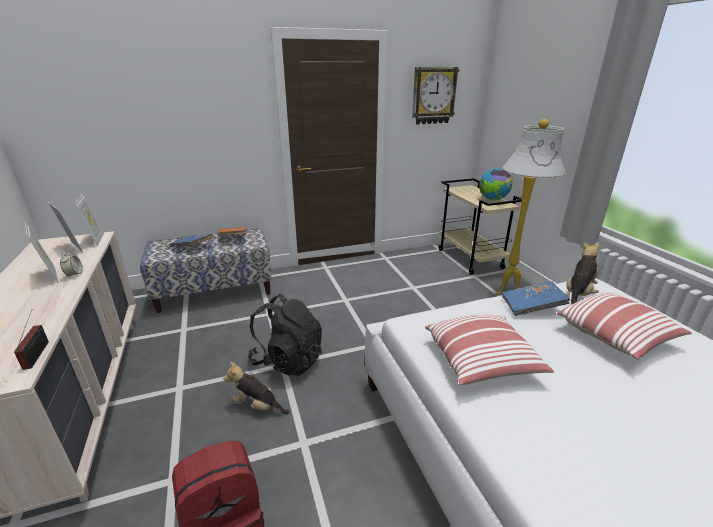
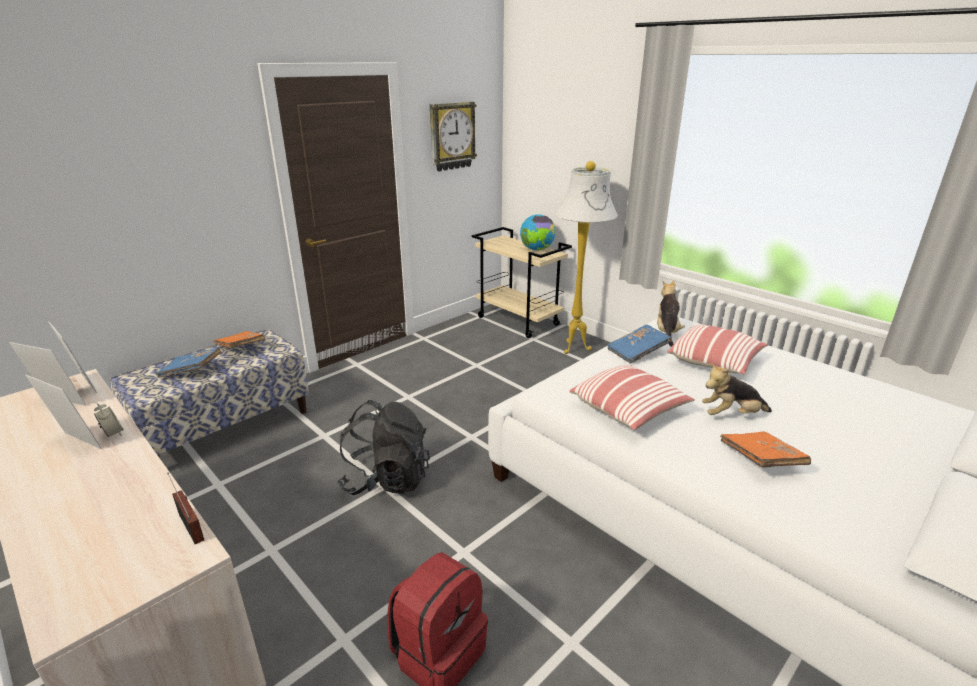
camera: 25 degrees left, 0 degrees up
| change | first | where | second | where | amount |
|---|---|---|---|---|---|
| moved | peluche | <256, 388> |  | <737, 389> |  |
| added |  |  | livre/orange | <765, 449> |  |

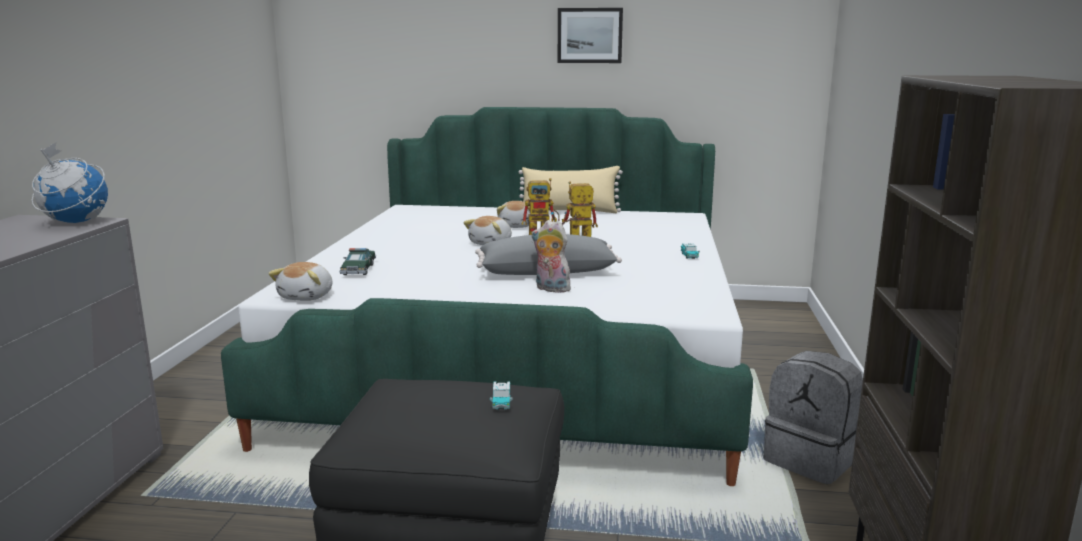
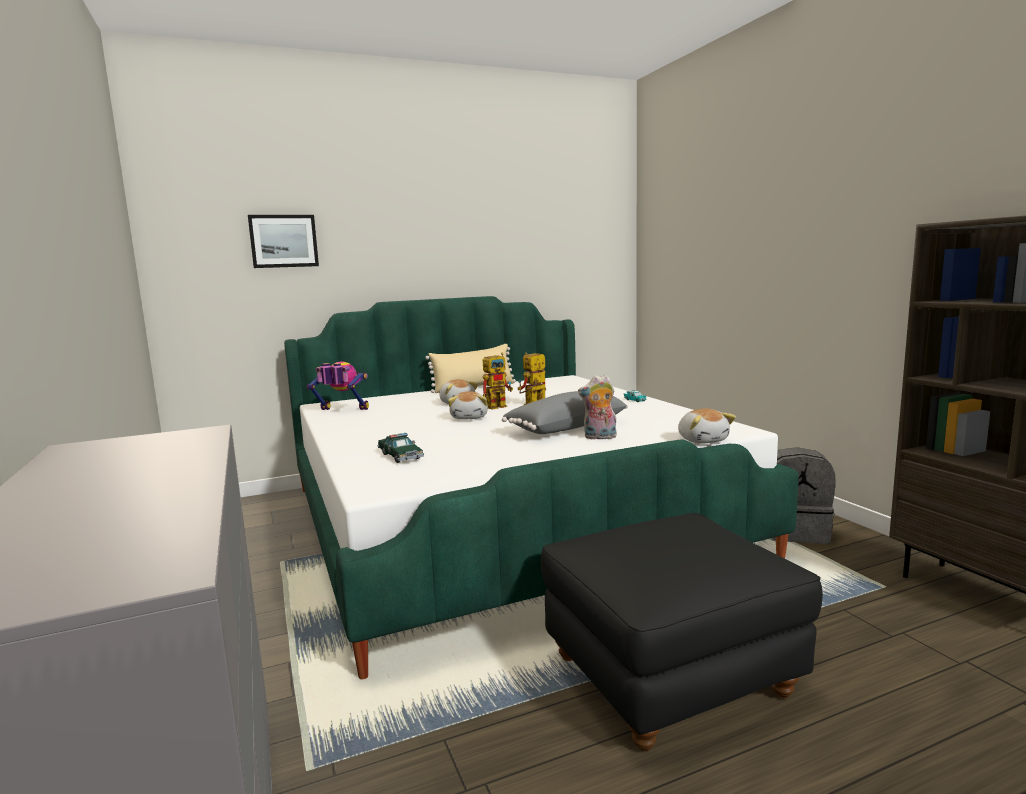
camera: 30 degrees left, 5 degrees down
| change | first | where | second | where | amount |
|---|---|---|---|---|---|
| moved | tableau | <590, 35> |  | <283, 241> |  |
| removed | globe | <70, 183> |  |  |  |
| moved | peluche | <300, 281> |  | <707, 426> |  |
| removed | petite voiture | <501, 395> |  |  |  |
| added |  |  | robot jouet | <338, 386> |  |

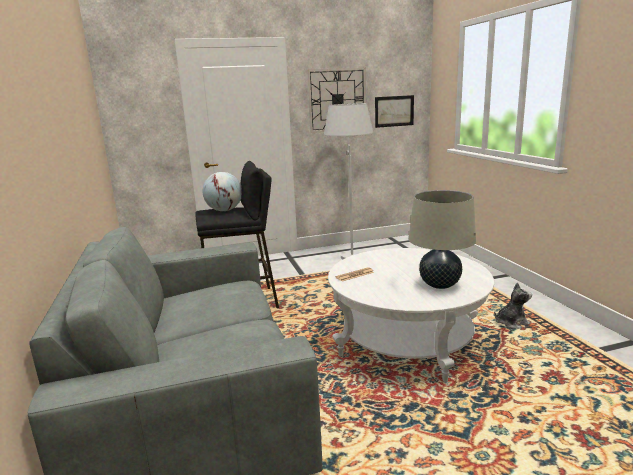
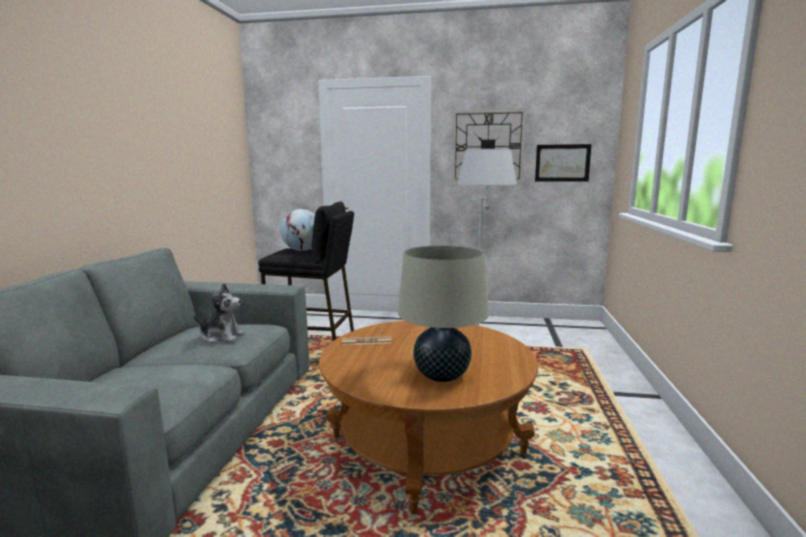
camera: 25 degrees right, 5 degrees down
| change | first | where | second | where | amount |
|---|---|---|---|---|---|
| recoloured | table basse/blanc | <411, 315> | table basse/marron | <428, 417> |  |
| moved | peluche | <513, 306> |  | <219, 313> |  |

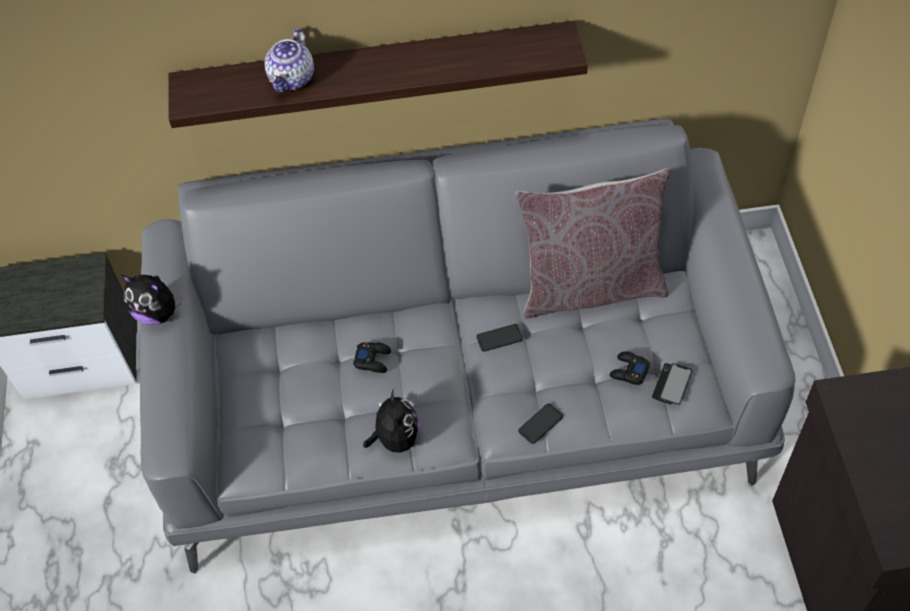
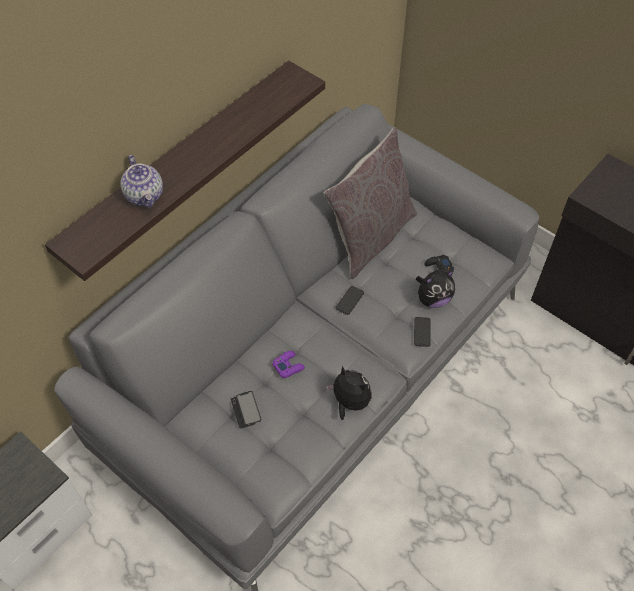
camera: 45 degrees left, 0 degrees up
| change | first | where | second | where | amount |
|---|---|---|---|---|---|
| moved | peluche | <153, 300> |  | <435, 289> |  |
| recoloured | manette/noir | <372, 357> | manette/violet | <288, 364> |  |
| moved | téléphone | <672, 384> |  | <246, 409> |  |

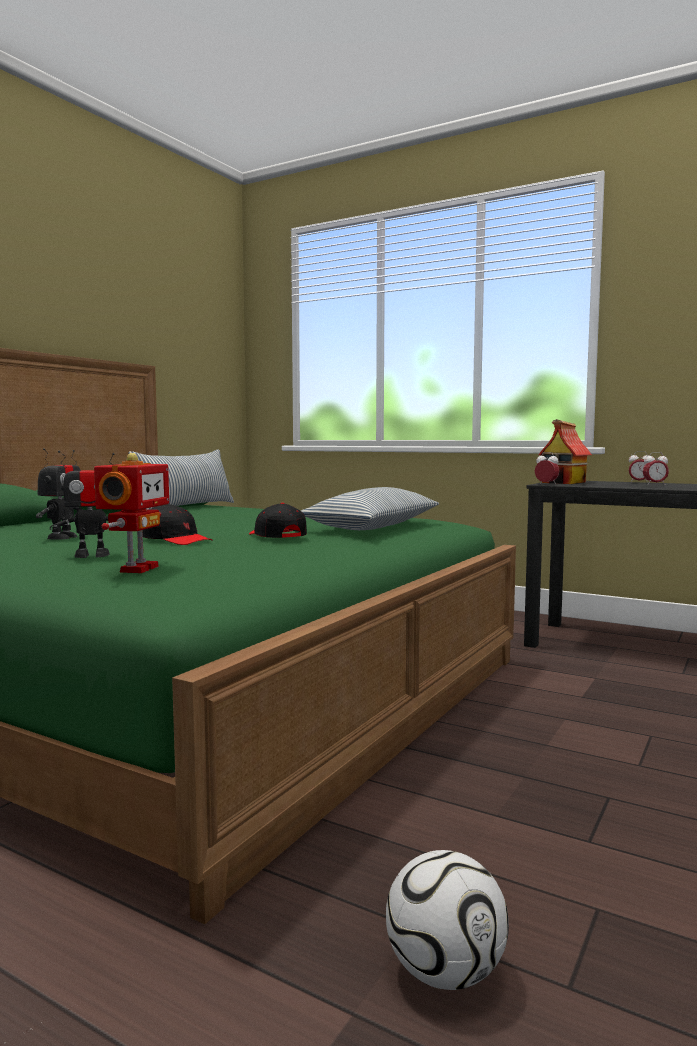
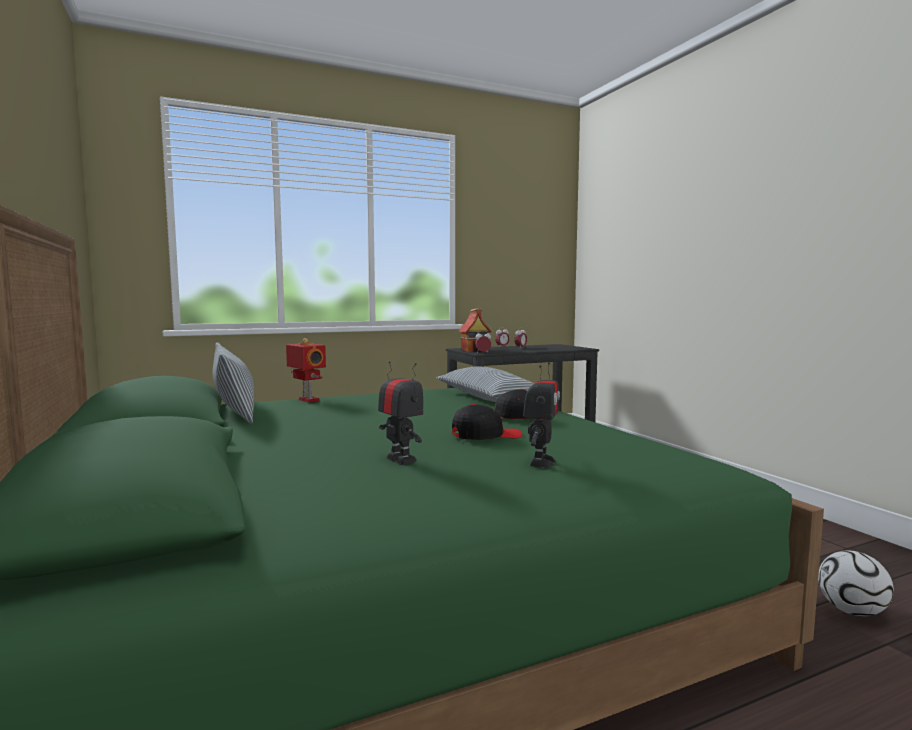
camera: 55 degrees left, 0 degrees up
| change | first | where | second | where | amount |
|---|---|---|---|---|---|
| moved | robot jouet | <131, 513> |  | <306, 370> |  |

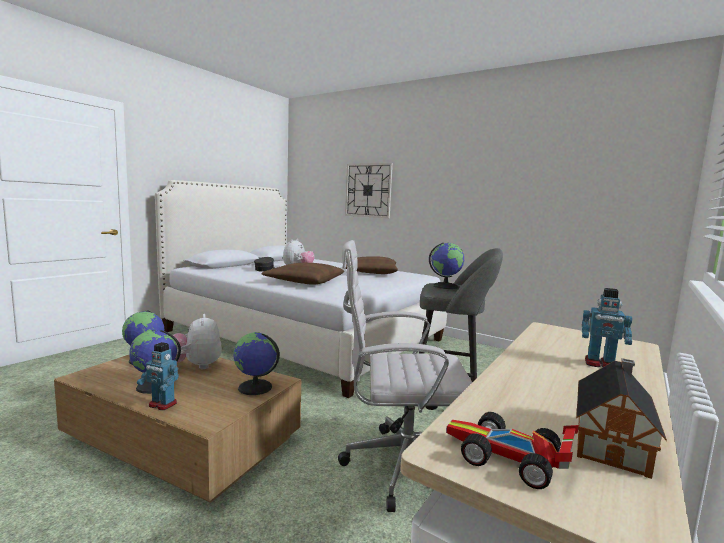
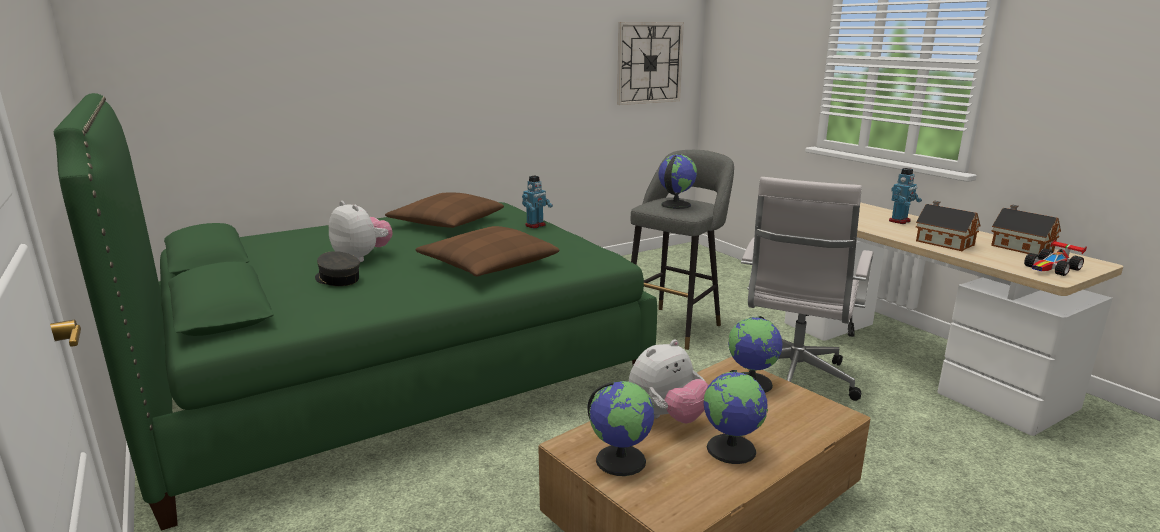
camera: 65 degrees left, 10 degrees up
| change | first | where | second | where | amount |
|---|---|---|---|---|---|
| moved | horloge murale | <369, 190> |  | <650, 63> |  |
| recoloured | lit/blanc | <301, 289> | lit/vert | <355, 312> |  |
| turned | peluche | <197, 341> |  | <669, 381> | 45 degrees counterclockwise |
| moved | robot jouet | <158, 376> |  | <537, 202> |  |
| added |  |  | maison miniature | <948, 226> |  |

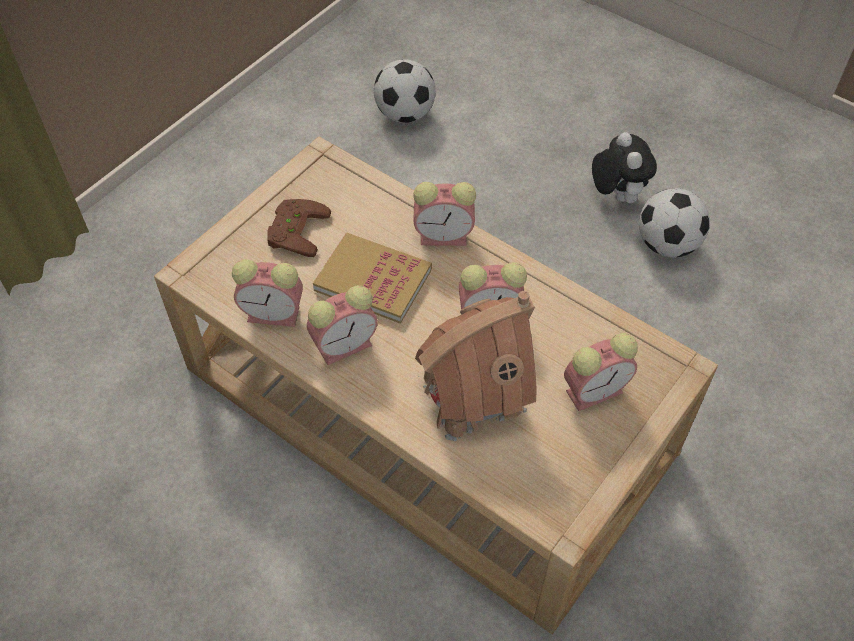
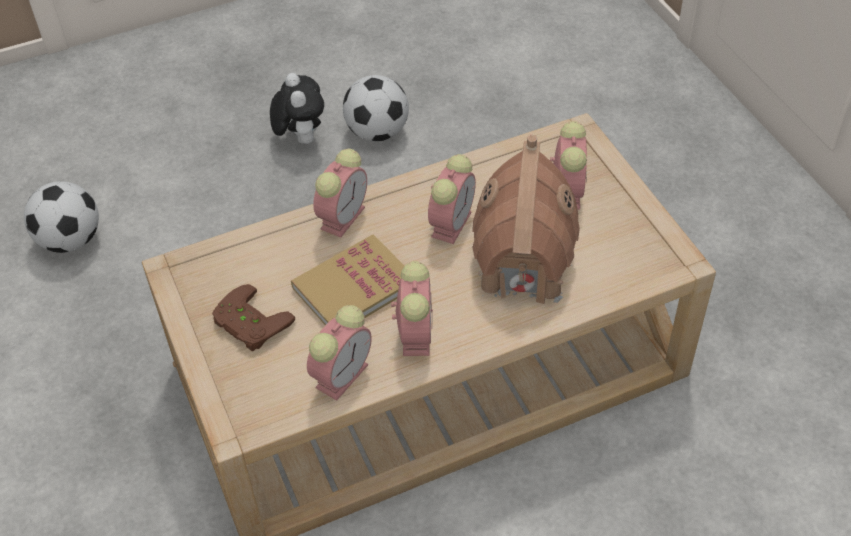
camera: 60 degrees left, 5 degrees down
| change | first | where | second | where | amount |
|---|---|---|---|---|---|
| turned | peluche | <624, 167> |  | <297, 108> | 60 degrees clockwise |

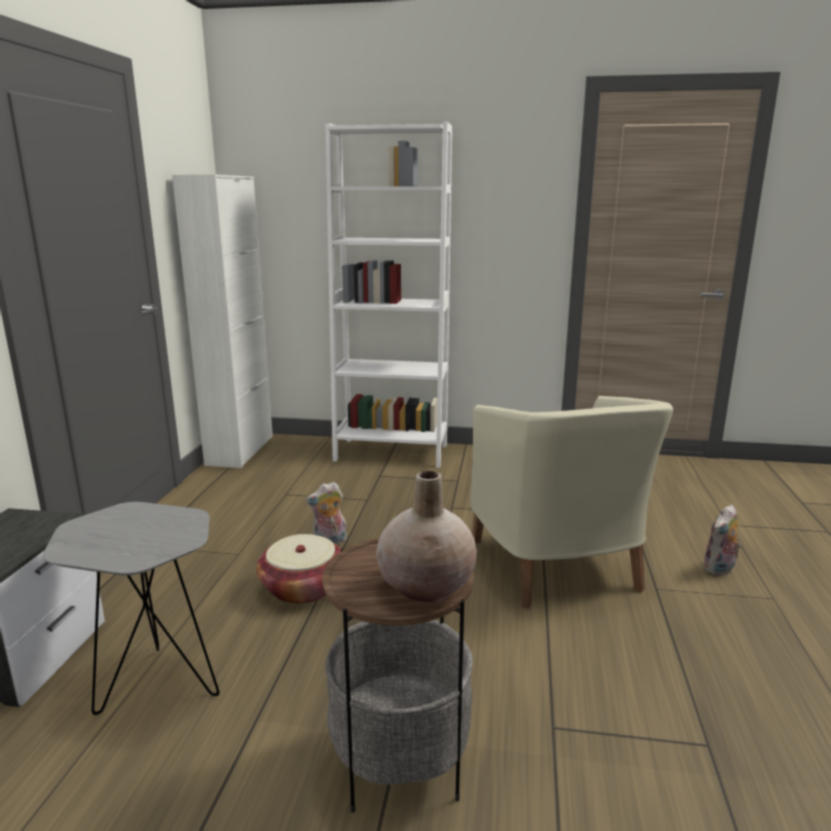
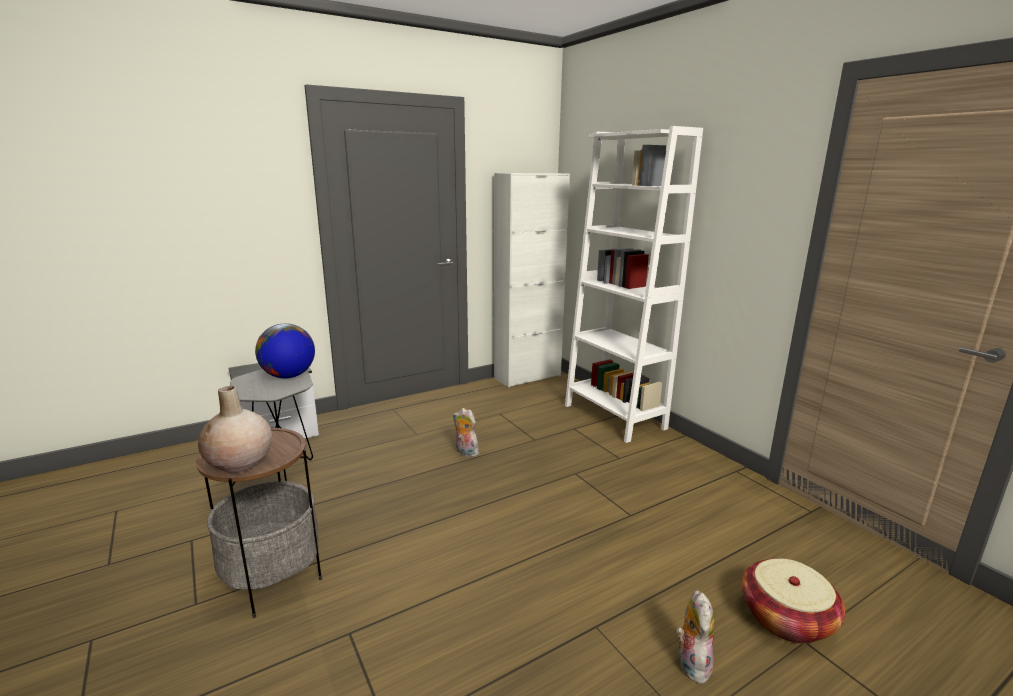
camera: 50 degrees right, 0 degrees up
| change | first | where | second | where | amount |
|---|---|---|---|---|---|
| removed | fauteuil/beige | <571, 502> |  |  |  |
| turned | peluche | <722, 540> |  | <695, 637> | 90 degrees clockwise |
| moved | panier | <299, 569> |  | <793, 601> |  |
| added |  |  | globe | <285, 351> |  |

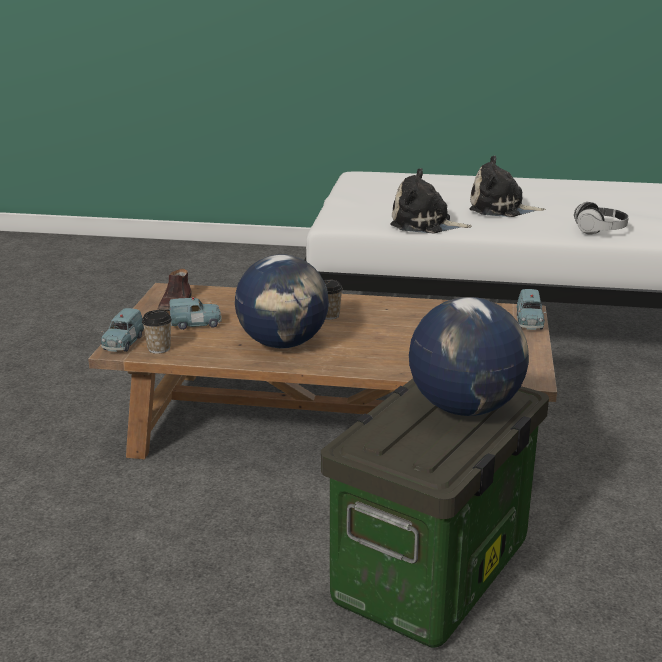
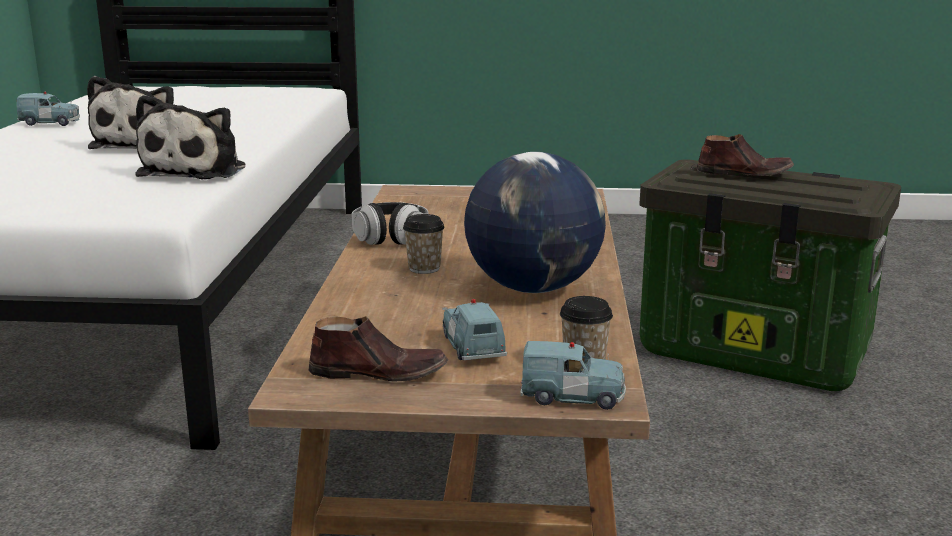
camera: 95 degrees left, 5 degrees down
| change | first | where | second | where | amount |
|---|---|---|---|---|---|
| moved | casque audio | <601, 218> |  | <390, 223> |  |
| moved | petite voiture/bleu | <531, 309> |  | <48, 109> |  |
| replaced | globe | <469, 356> | chaussure/marron | <745, 155> |  |

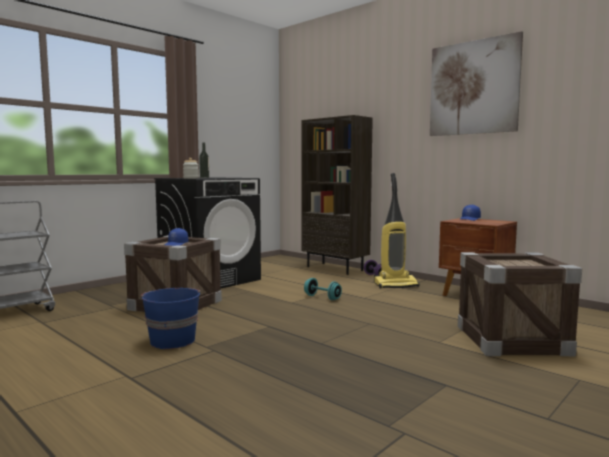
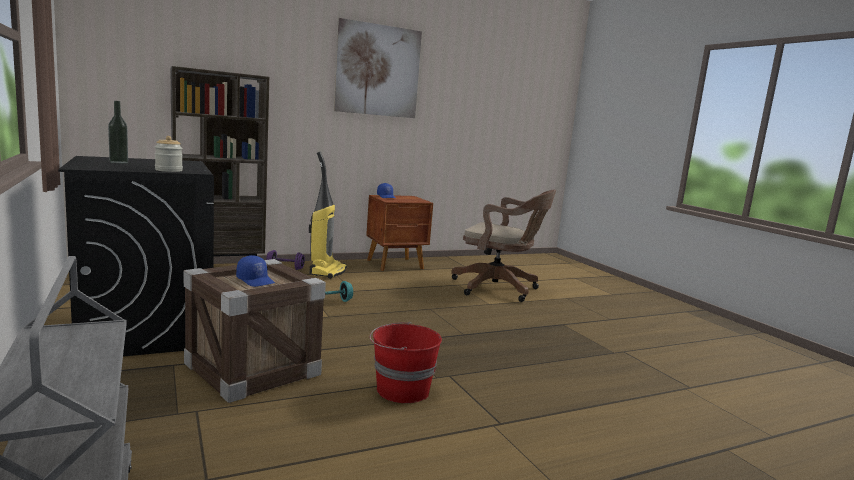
camera: 70 degrees left, 5 degrees up
| change | first | where | second | where | amount |
|---|---|---|---|---|---|
| replaced | caisse | <520, 304> | chaise de bureau/marron | <503, 245> |  |
| recoloured | seau/bleu | <171, 318> | seau/rouge | <406, 362> |  |

